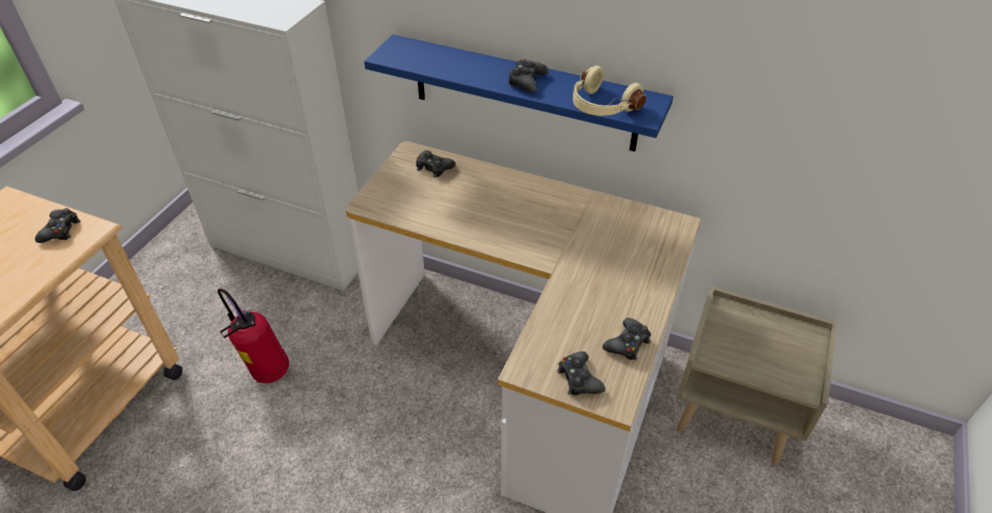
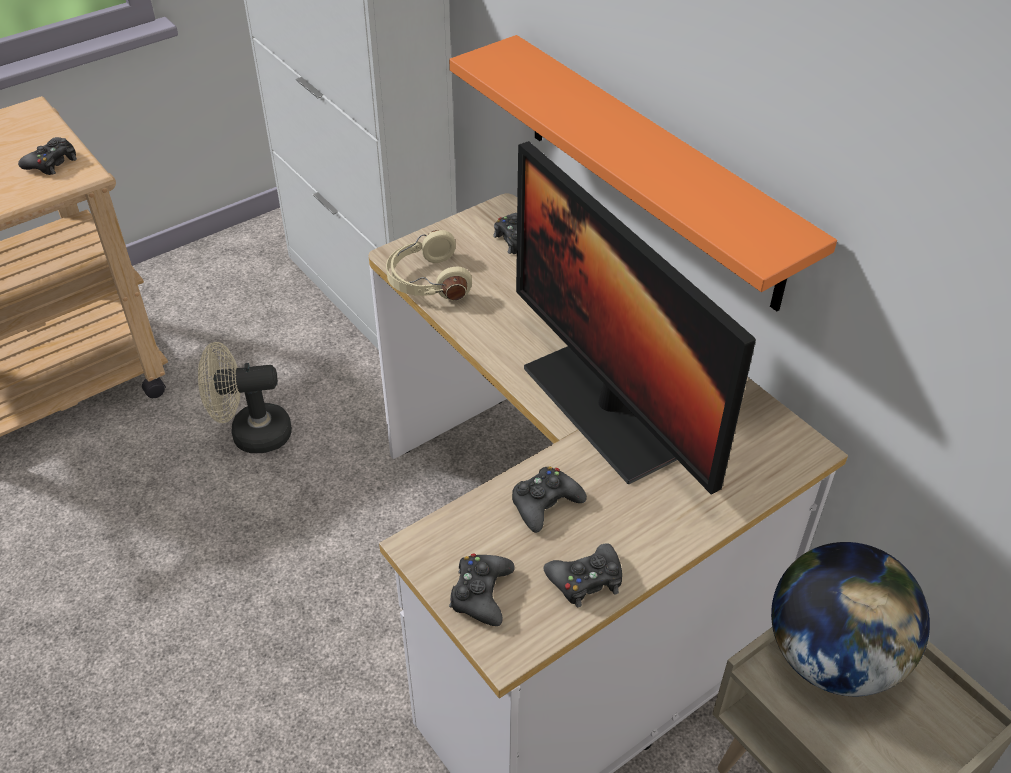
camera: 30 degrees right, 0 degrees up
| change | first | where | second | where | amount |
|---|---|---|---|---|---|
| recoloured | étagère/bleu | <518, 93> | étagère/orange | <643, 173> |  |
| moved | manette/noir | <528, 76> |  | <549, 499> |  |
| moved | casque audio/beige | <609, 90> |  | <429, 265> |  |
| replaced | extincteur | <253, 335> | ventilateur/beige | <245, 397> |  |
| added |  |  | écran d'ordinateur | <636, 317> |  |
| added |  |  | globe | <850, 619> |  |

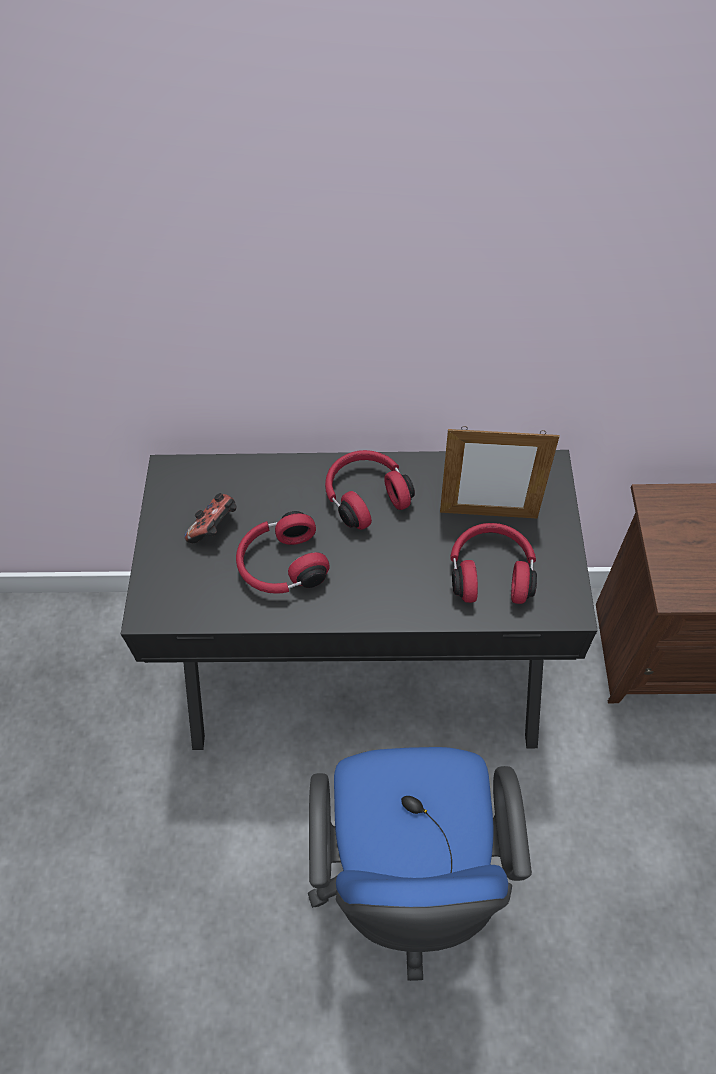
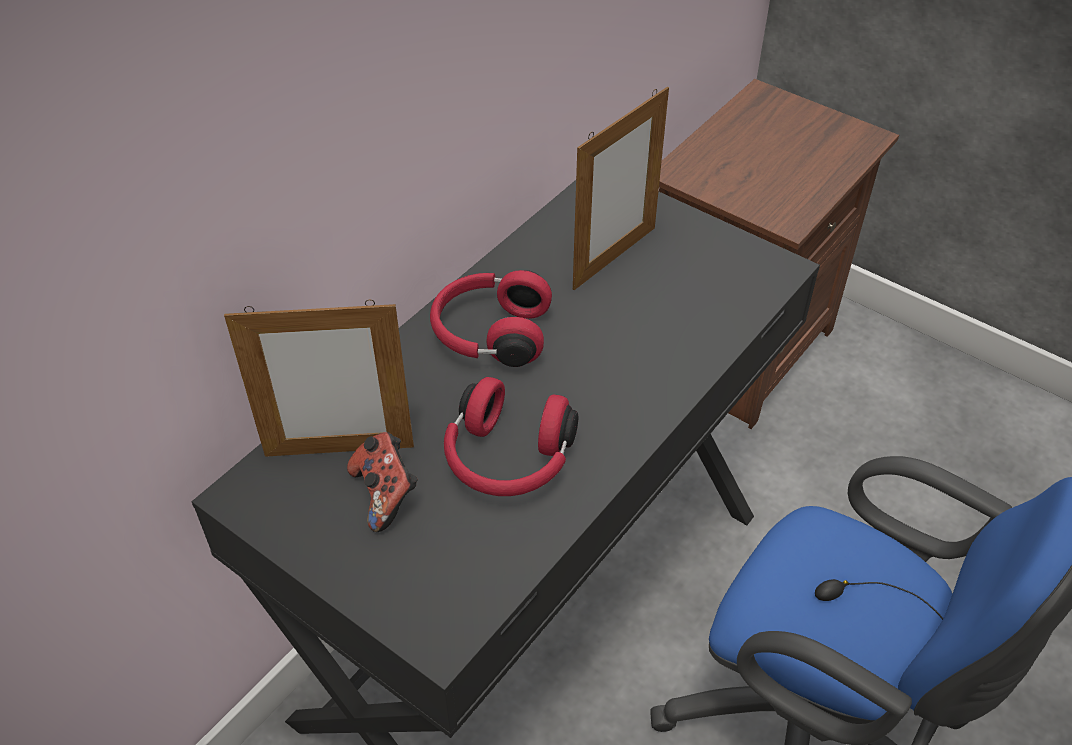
camera: 55 degrees left, 10 degrees down
| change | first | where | second | where | amount |
|---|---|---|---|---|---|
| removed | casque audio/rouge | <493, 563> |  |  |  |
| added |  |  | cadre photo | <319, 378> |  |

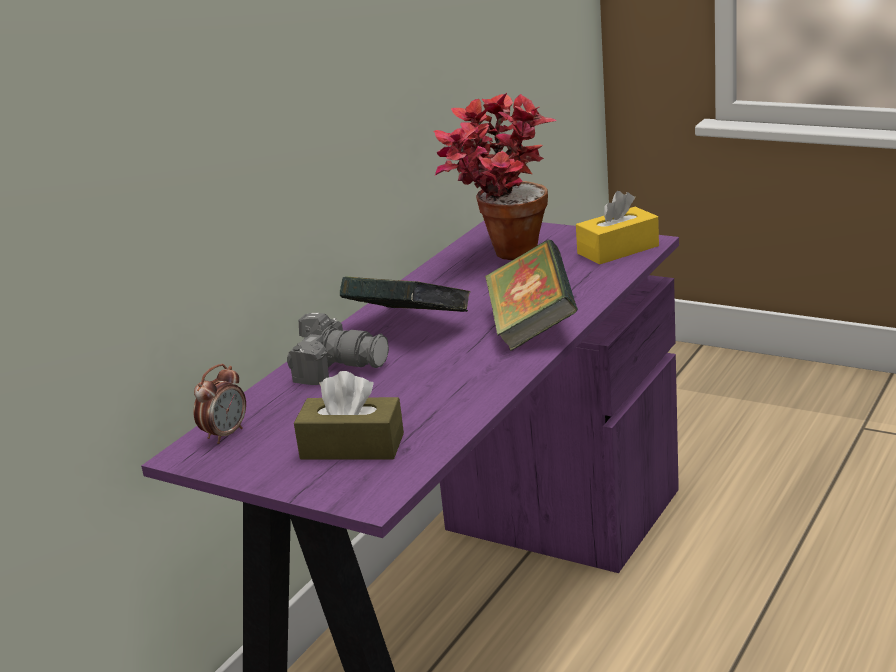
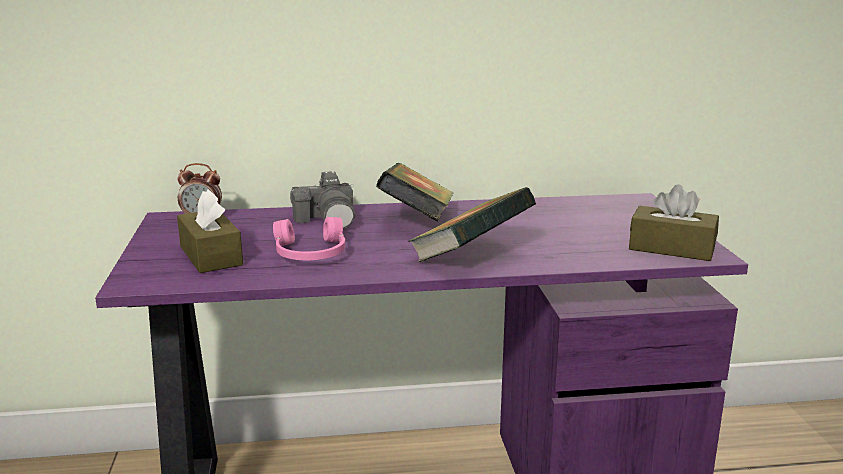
camera: 50 degrees right, 5 degrees down
| change | first | where | second | where | amount |
|---|---|---|---|---|---|
| removed | plante en pot | <495, 176> |  |  |  |
| recoloured | boîte à mouchoirs/jaune | <617, 228> | boîte à mouchoirs/marron | <674, 223> |  |
| added |  |  | casque audio/rose | <309, 239> |  |

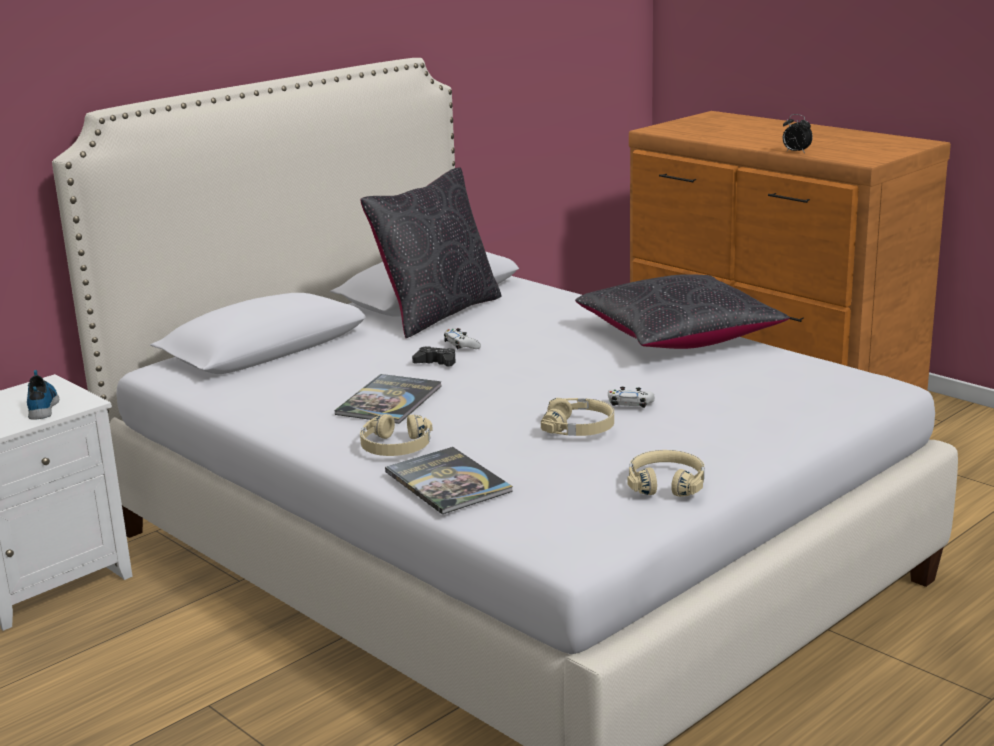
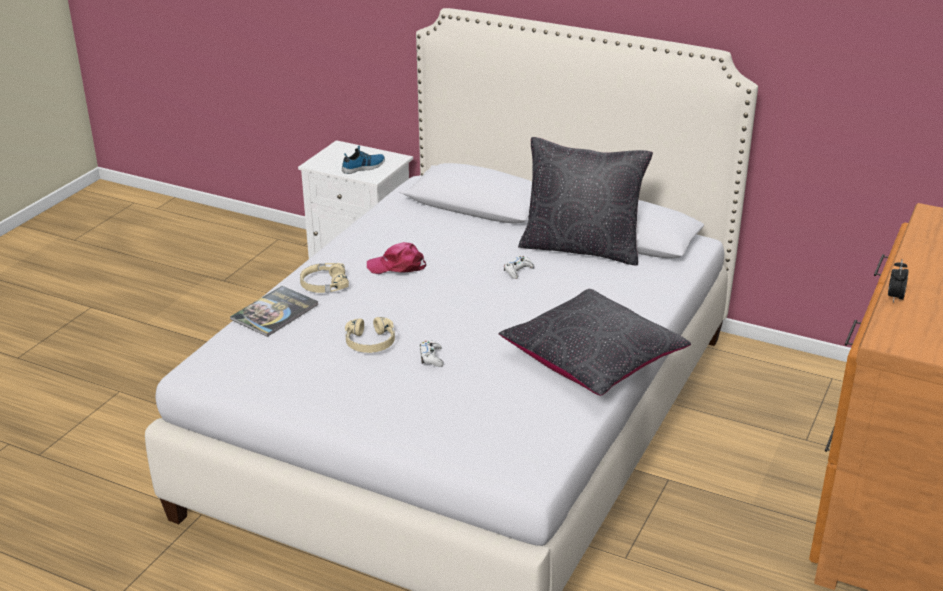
camera: 70 degrees right, 10 degrees up
| change | first | where | second | where | amount |
|---|---|---|---|---|---|
| removed | manette/noir | <434, 356> |  |  |  |
| replaced | livre | <388, 399> | casquette/rose | <396, 258> |  |
| removed | casque audio/beige | <665, 473> |  |  |  |

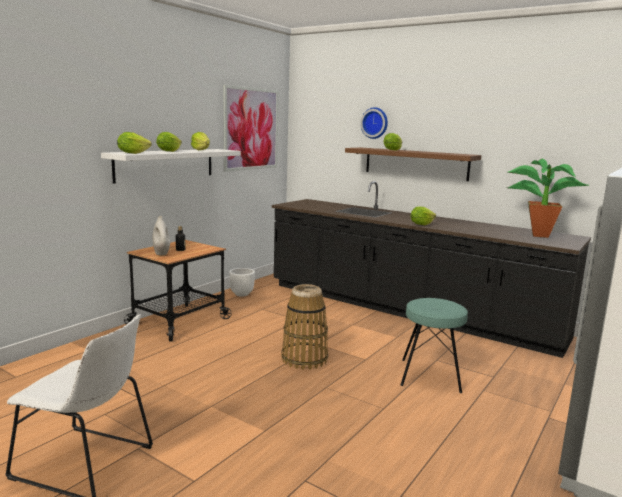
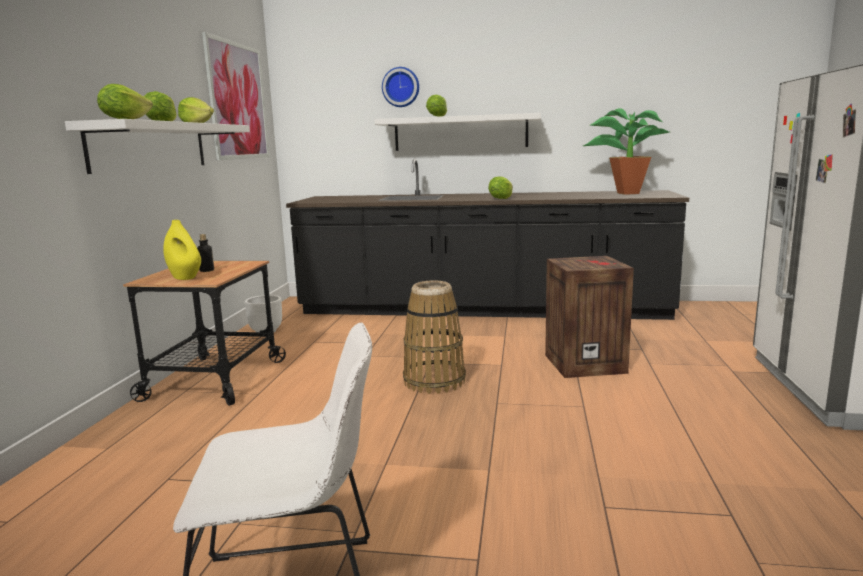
camera: 25 degrees left, 0 degrees up
| change | first | where | second | where | amount |
|---|---|---|---|---|---|
| recoloured | étagère/marron | <413, 164> | étagère/blanc | <458, 132> |  |
| recoloured | vase/blanc | <161, 235> | vase/jaune | <182, 250> |  |
| replaced | tabouret/turquoise | <434, 345> | caisse | <589, 317> |  |

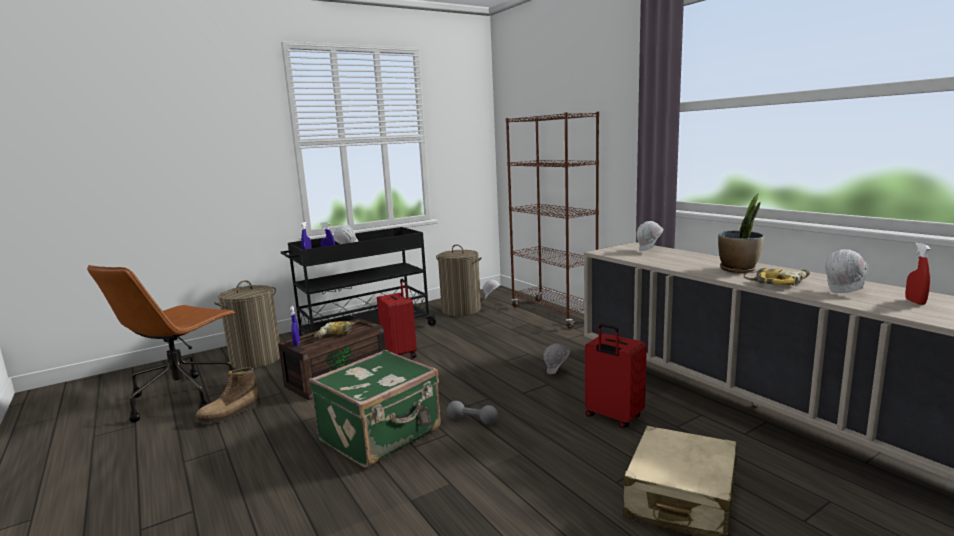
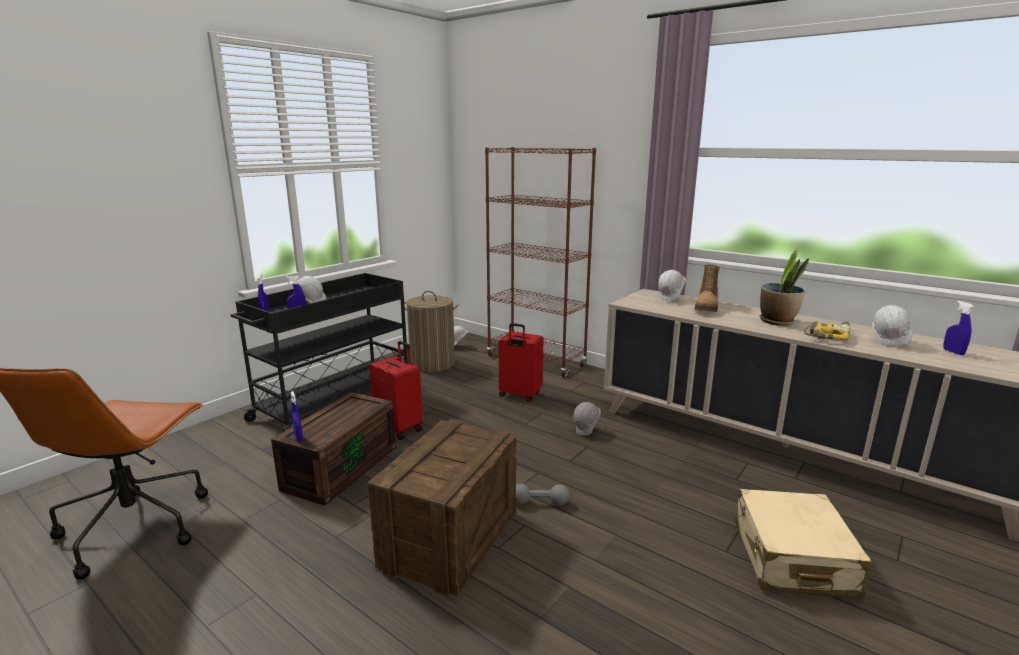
camera: 20 degrees left, 5 degrees up
| change | first | where | second | where | amount |
|---|---|---|---|---|---|
| recoloured | vaporisateur/rouge | <918, 274> | vaporisateur/bleu | <958, 328> |  |
| removed | panier à linge | <247, 324> |  |  |  |
| removed | perceuse | <336, 329> |  |  |  |
| moved | valise/rouge | <616, 375> |  | <521, 362> |  |
| replaced | valise/vert | <375, 408> | caisse | <442, 508> |  |
| moved | botte | <227, 395> |  | <707, 288> |  |

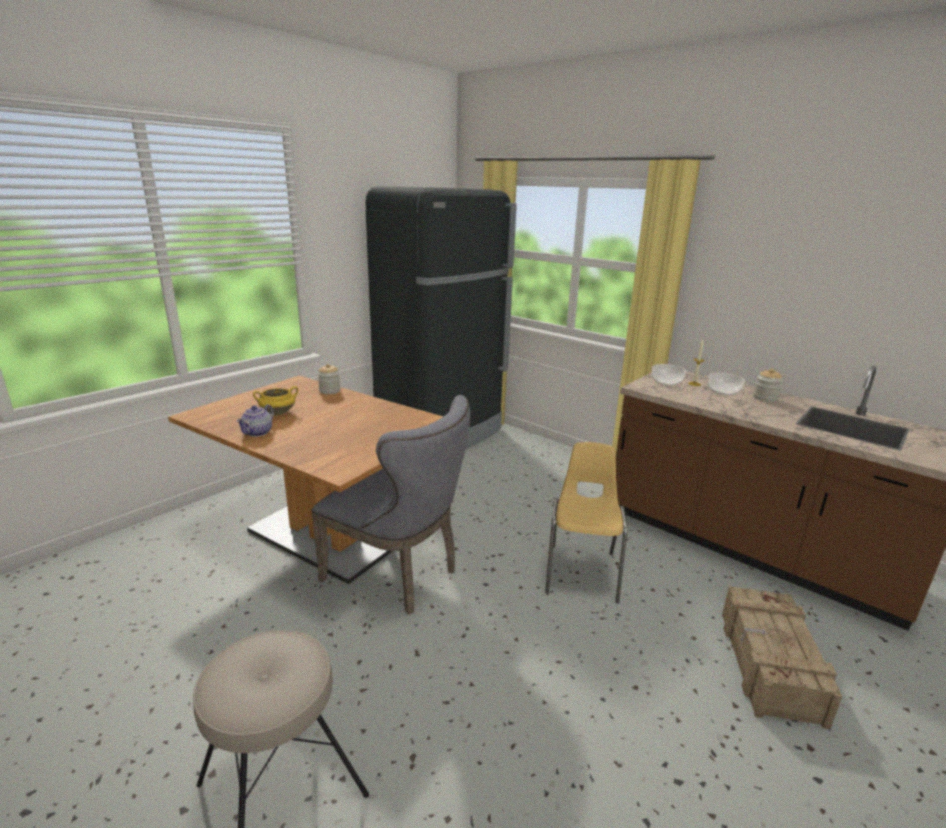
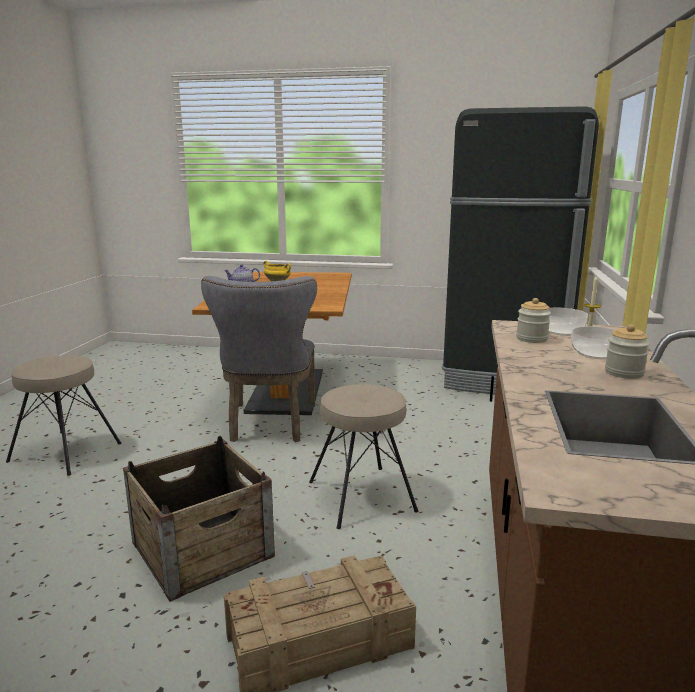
camera: 60 degrees right, 5 degrees down
| change | first | where | second | where | amount |
|---|---|---|---|---|---|
| moved | bocal | <329, 379> |  | <533, 320> |  |
| replaced | chaise/jaune | <586, 522> | tabouret/beige | <363, 456> |  |
| added |  |  | caisse | <199, 519> |  |

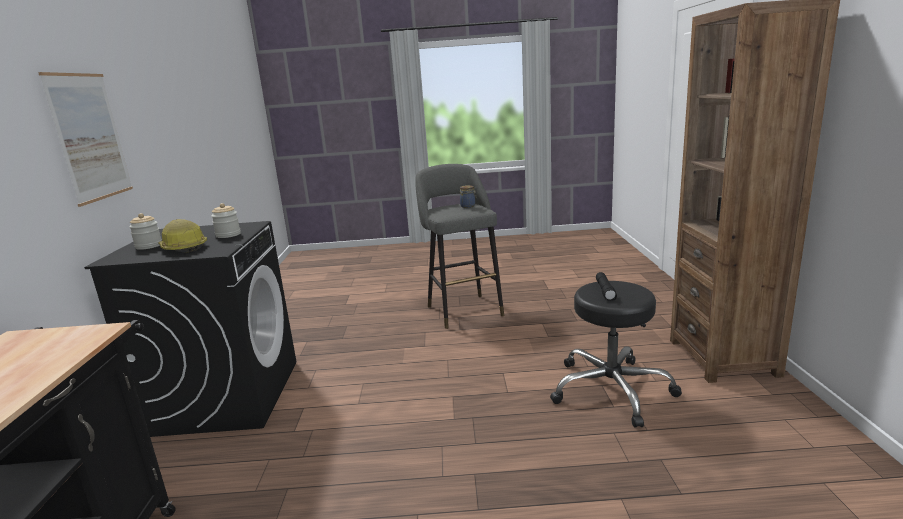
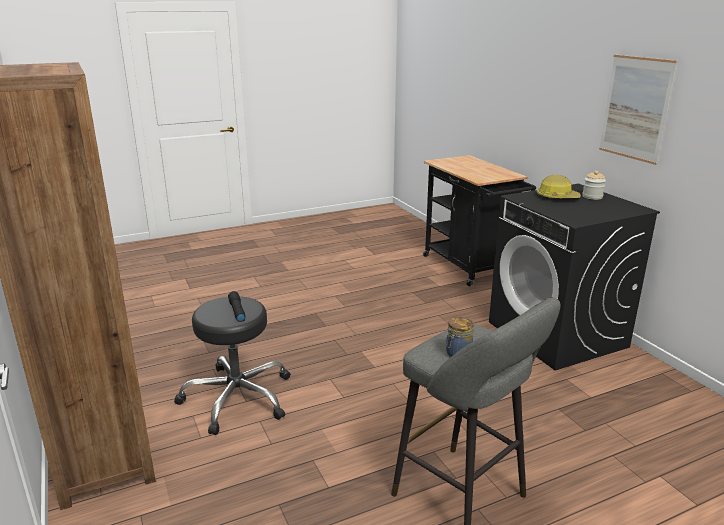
camera: 155 degrees right, 5 degrees up
| change | first | where | second | where | amount |
|---|---|---|---|---|---|
| removed | bocal | <226, 220> |  |  |  |

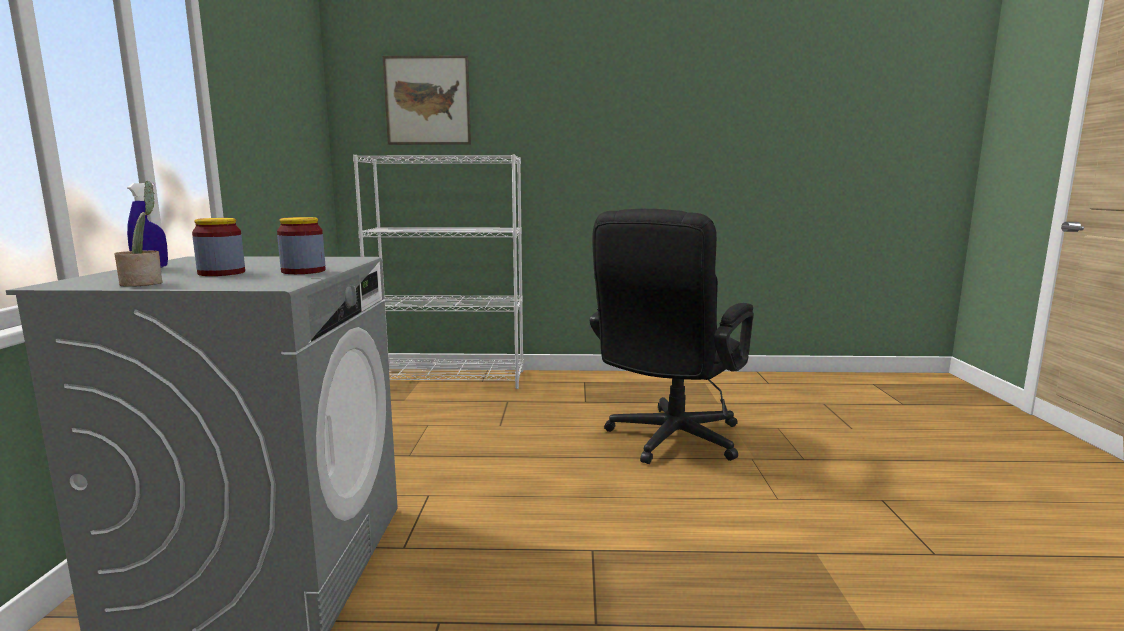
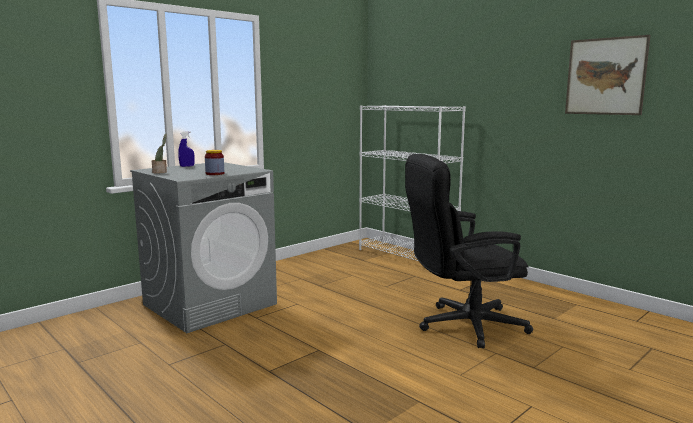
camera: 45 degrees right, 0 degrees up
| change | first | where | second | where | amount |
|---|---|---|---|---|---|
| moved | tableau | <427, 100> |  | <608, 75> |  |
| removed | bocal | <218, 247> |  |  |  |

